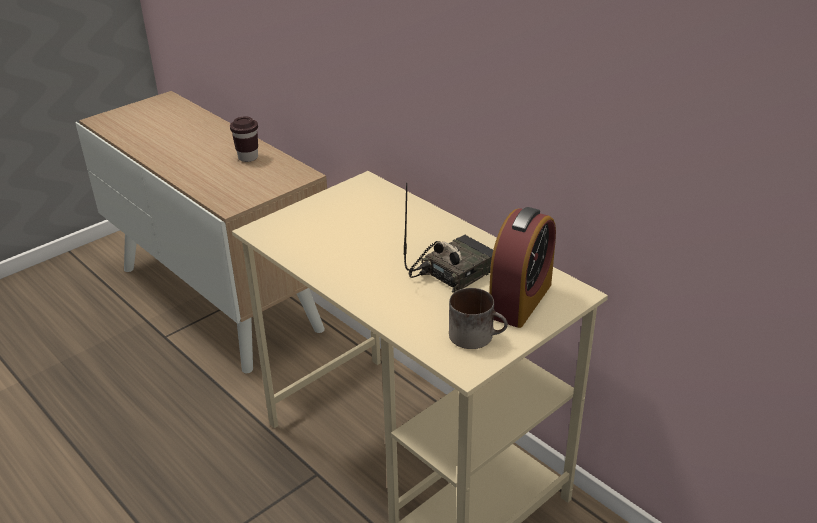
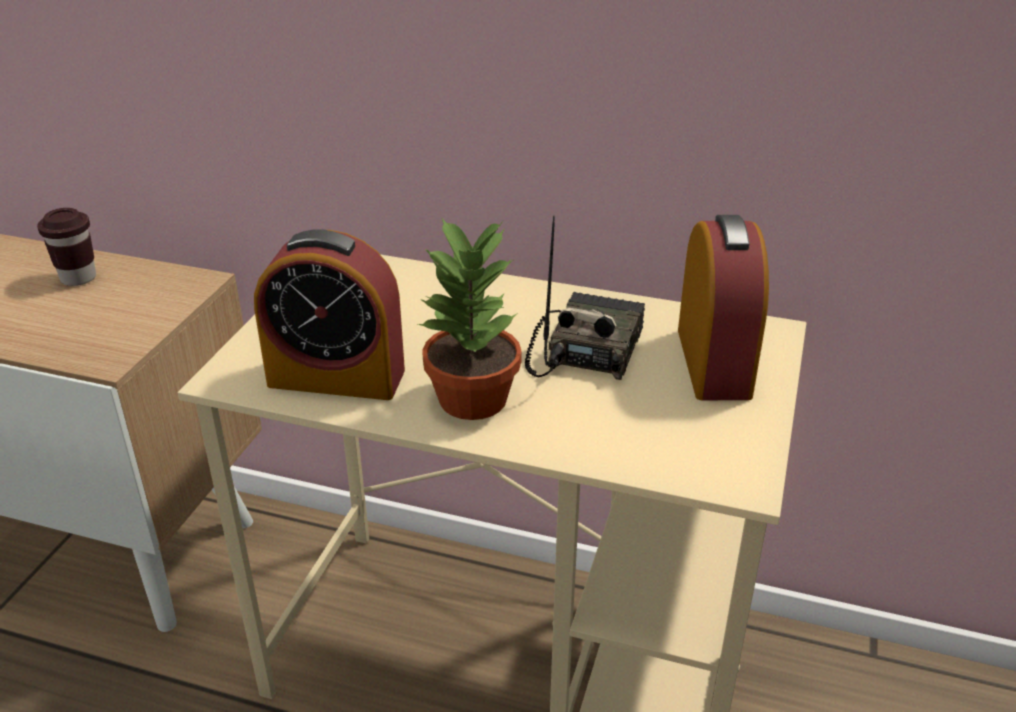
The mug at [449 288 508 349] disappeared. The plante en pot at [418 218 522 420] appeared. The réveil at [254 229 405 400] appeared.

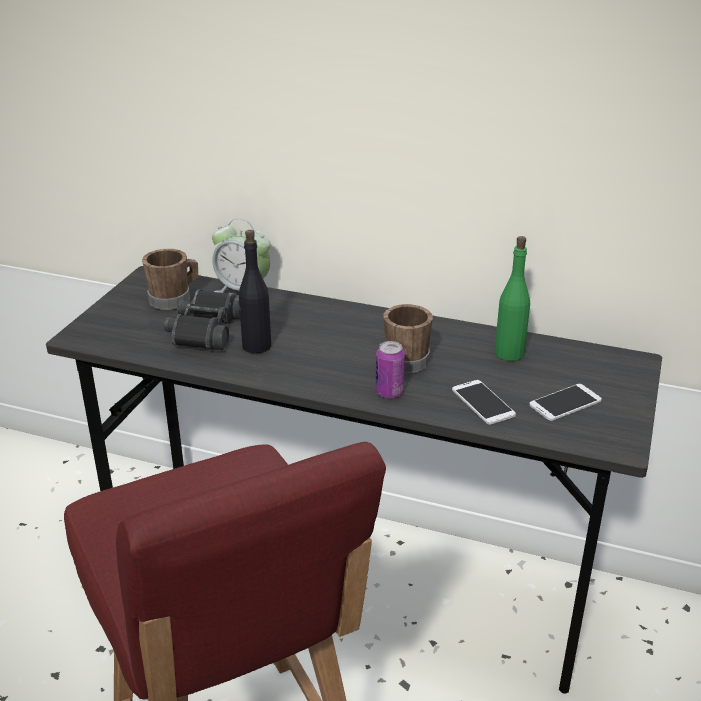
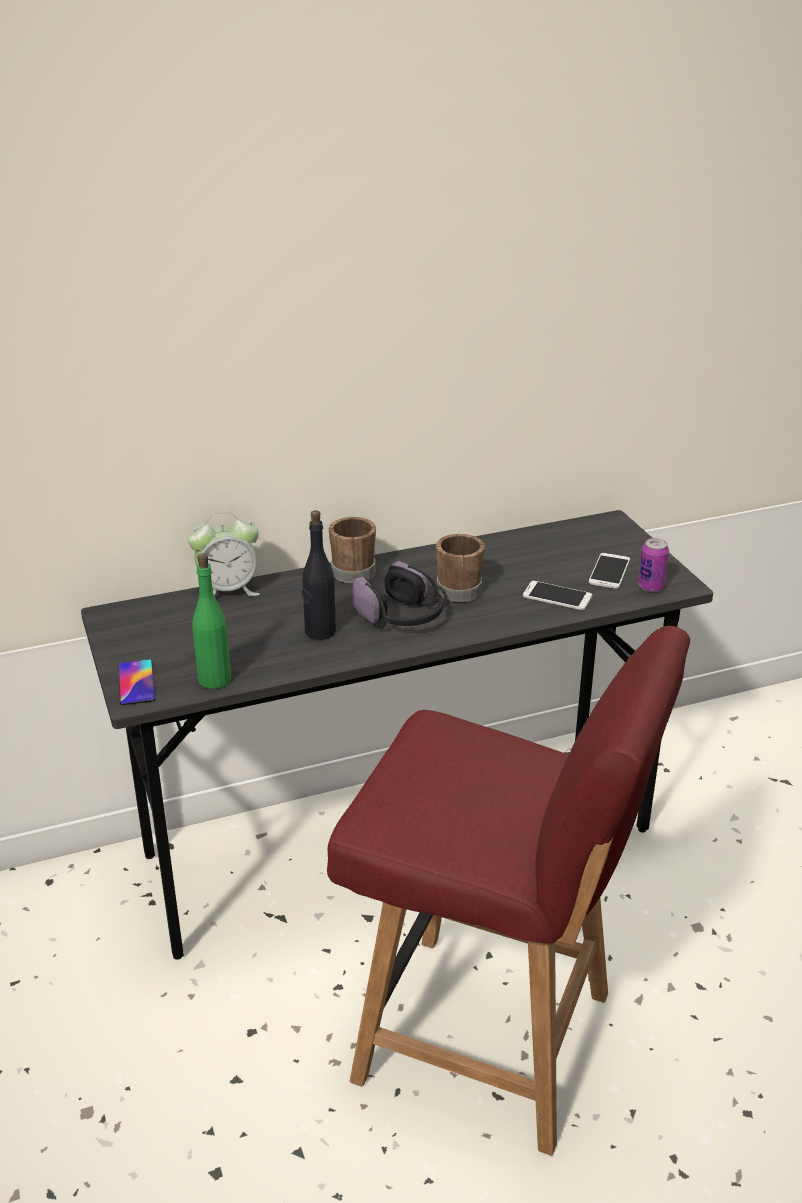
The bouteille [vert] moved from [495 236 530 361] to [192 553 231 689]. The mug [marron] moved from [142 249 198 310] to [329 517 376 583]. The jumelles [noir] at [164 289 240 350] disappeared. The boîte métallique moved from [375 341 405 398] to [638 538 669 592]. The casque audio at [351 561 443 629] appeared. The téléphone at [118 659 156 705] appeared.

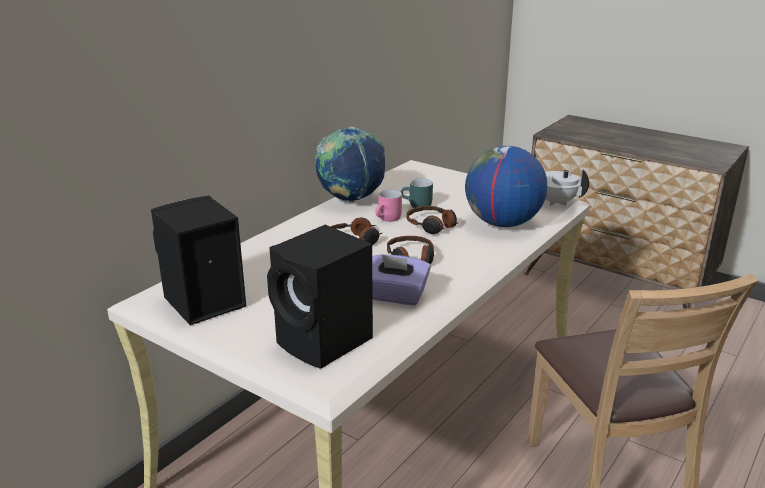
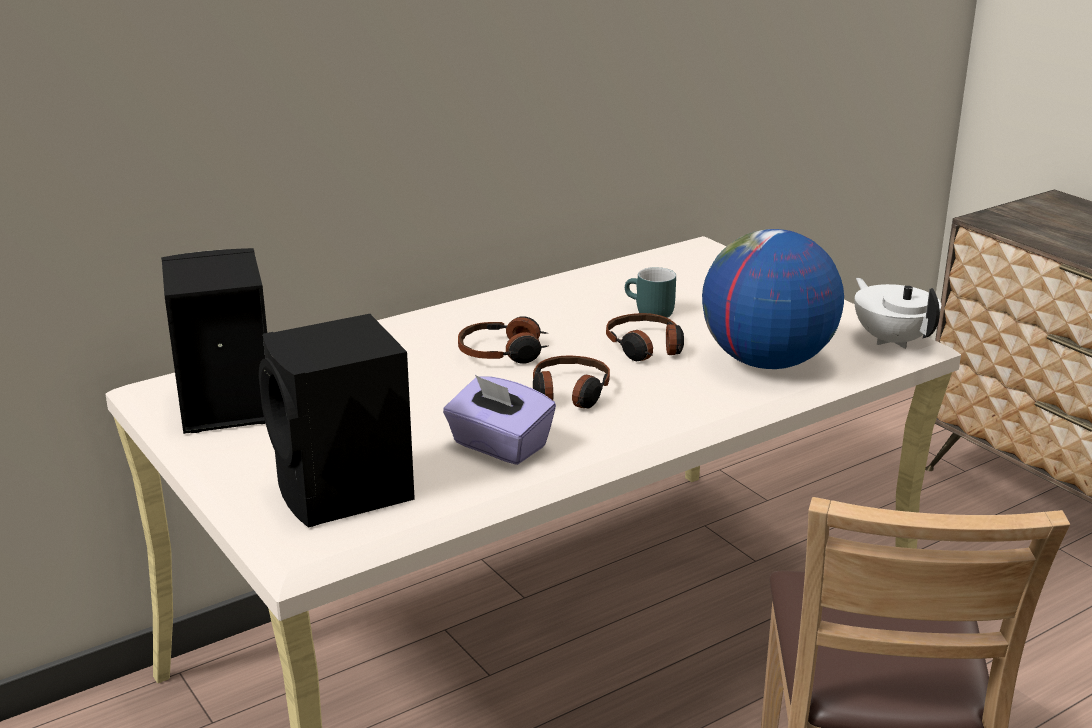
The globe at [315 126 385 202] disappeared. The mug [rose] at [375 189 402 222] disappeared.

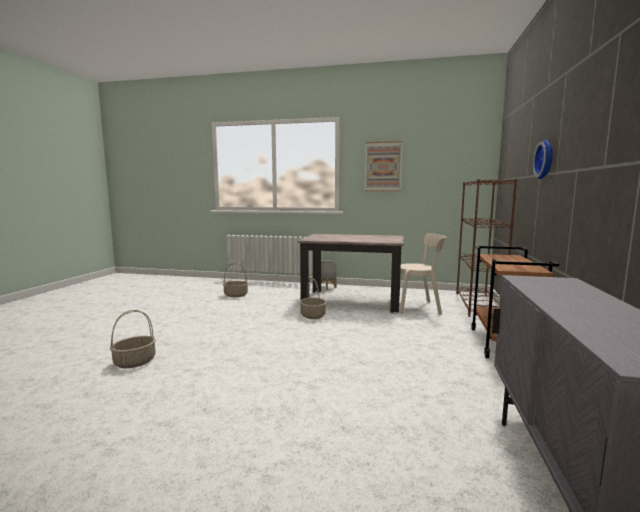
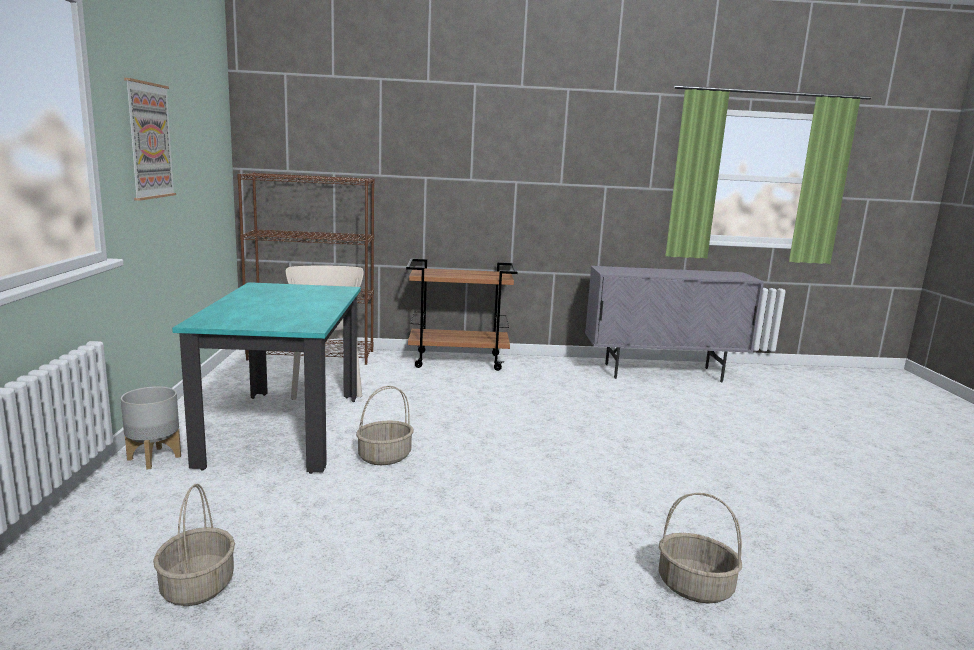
The horloge murale at [533 140 553 179] disappeared. The table à manger [beige] at [298 234 404 313] became the table à manger [turquoise] at [172 282 361 474].

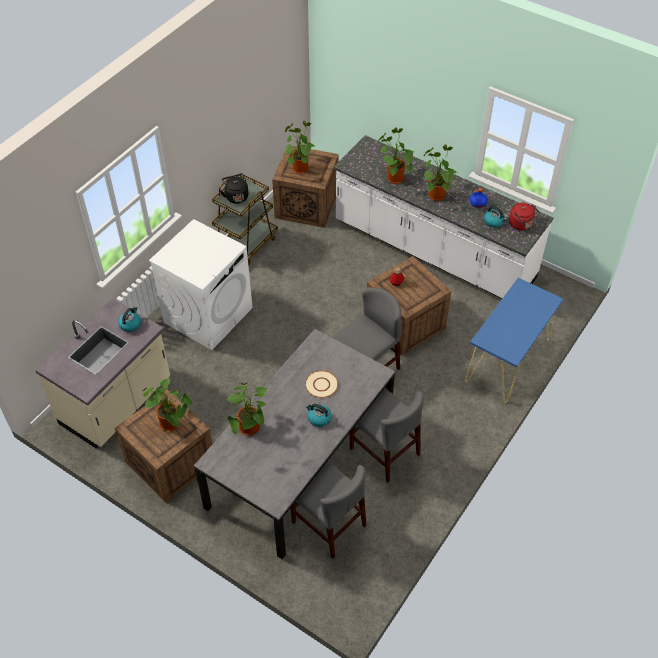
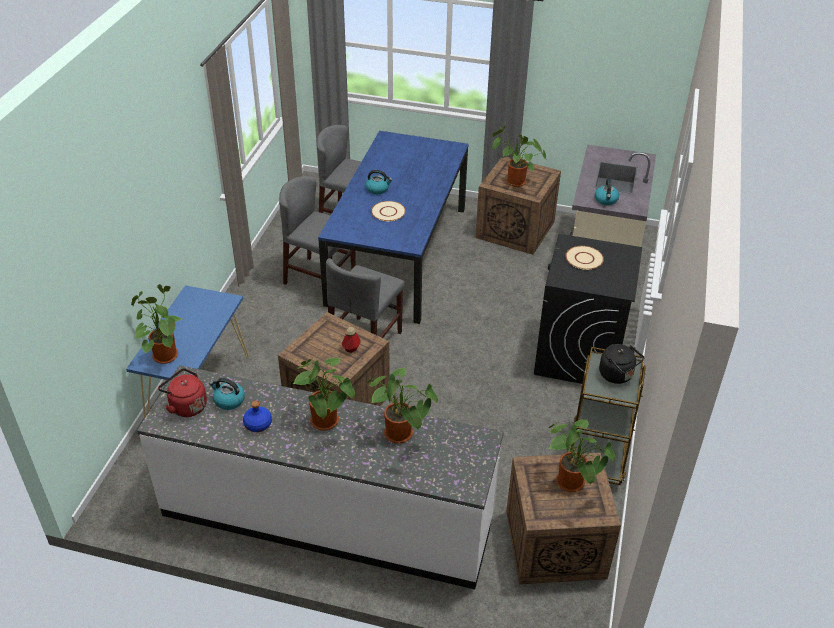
The lave-linge [blanc] at [149 219 253 350] became the lave-linge [noir] at [534 234 642 384]. The table à manger [gris] at [194 329 395 559] became the table à manger [bleu] at [318 131 469 324]. The plante en pot moved from [227 383 269 436] to [131 284 181 364]. The assiette [beige] at [565 246 604 270] appeared.

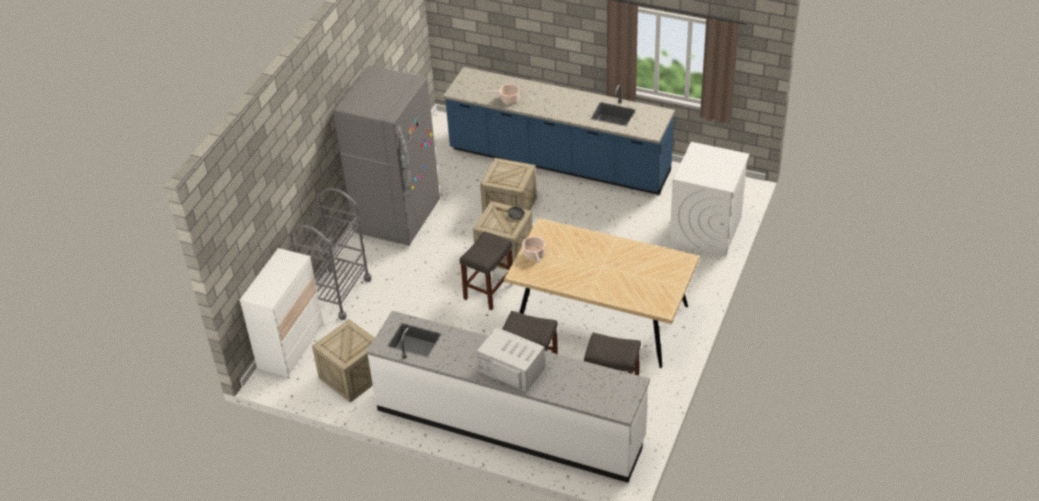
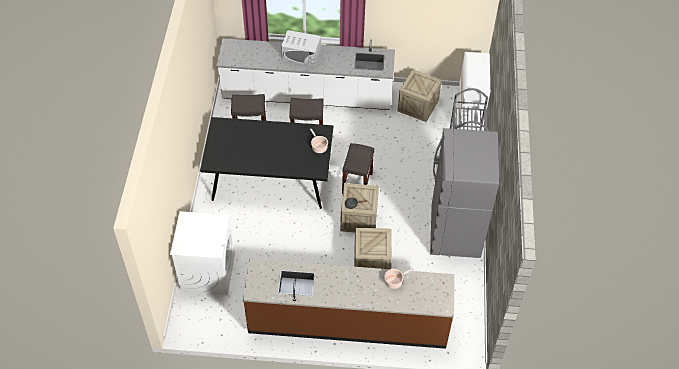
The comptoir de cuisine [bleu] at [443 67 675 195] became the comptoir de cuisine [marron] at [243 259 454 349]. The table à manger [beige] at [504 218 700 368] became the table à manger [noir] at [200 117 333 209].

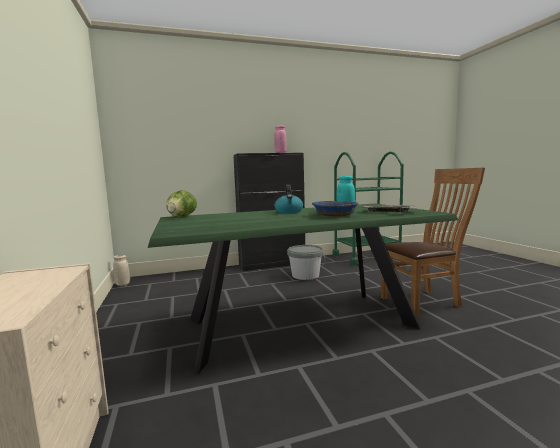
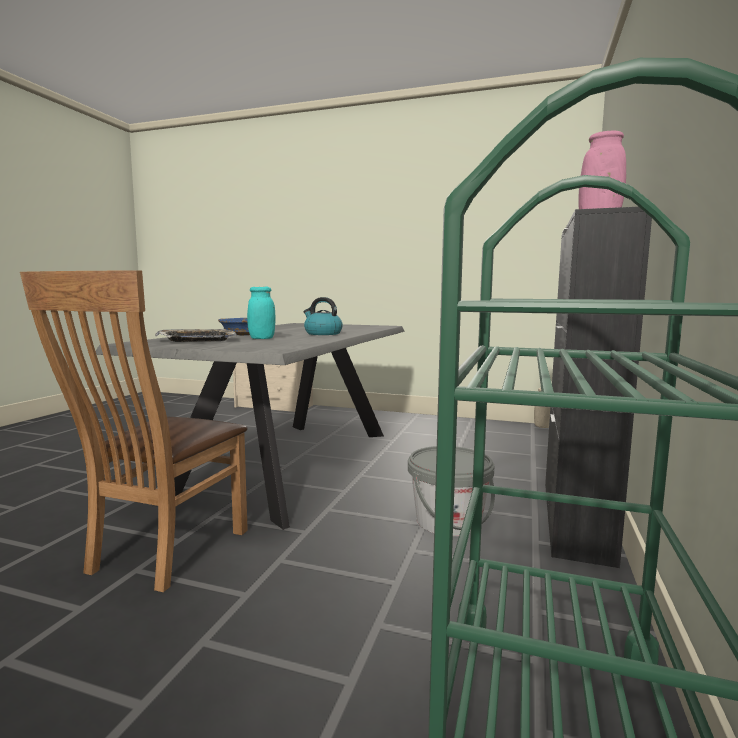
The laitue at [166 190 197 217] disappeared. The table à manger [vert] at [148 203 458 374] became the table à manger [gris] at [96 323 405 530].

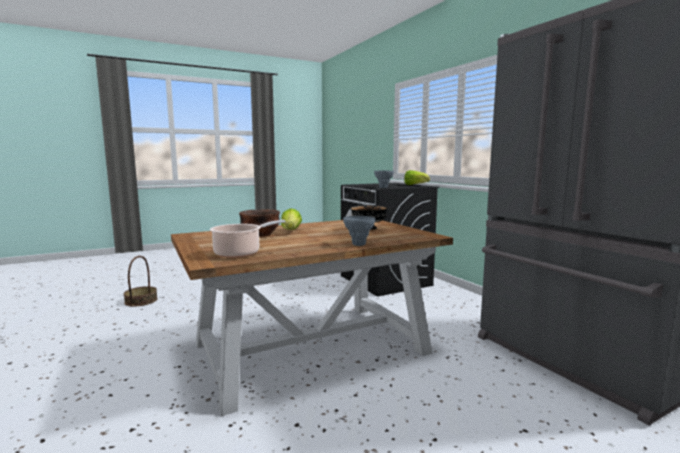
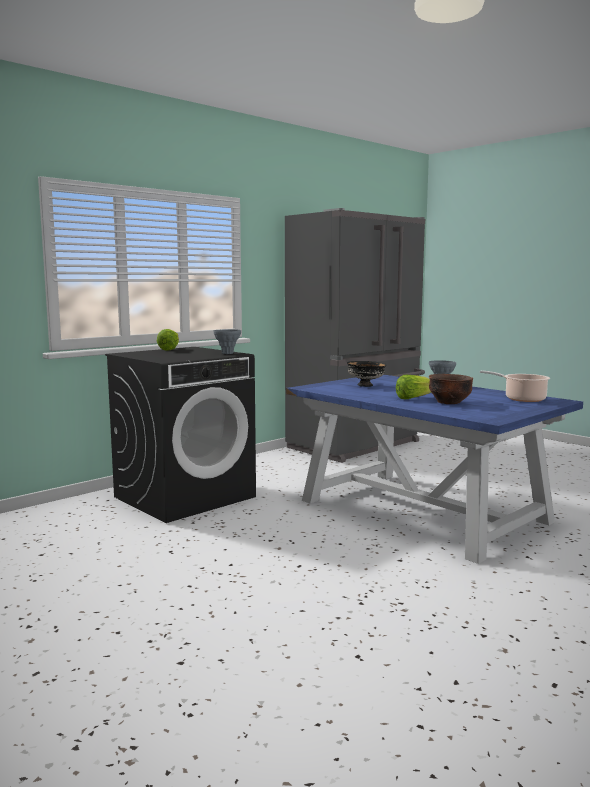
The table à manger [marron] at [171 220 453 416] became the table à manger [bleu] at [286 375 583 564]. The panier at [124 256 158 307] disappeared.

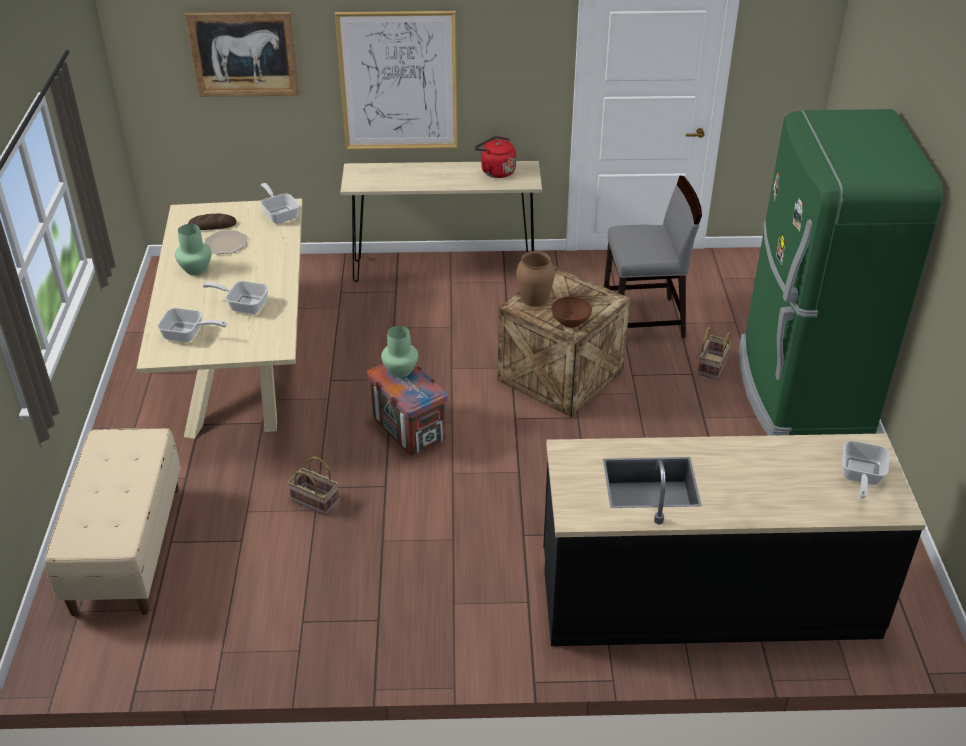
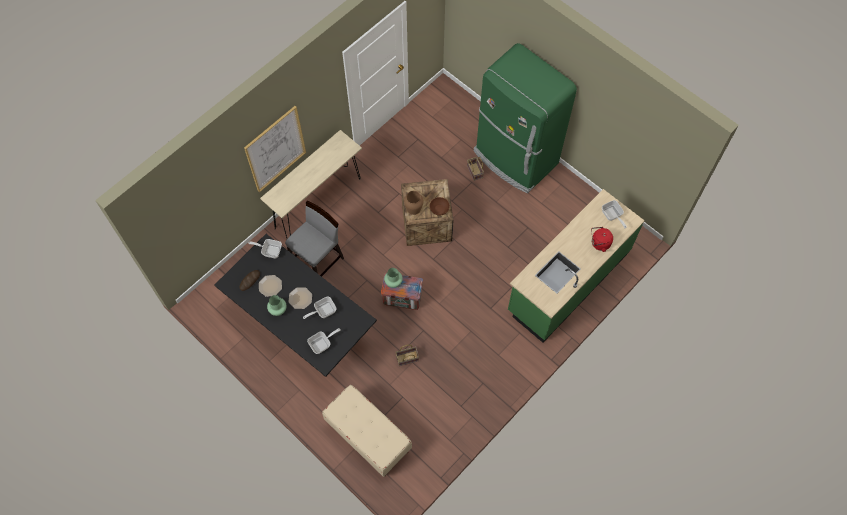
The tableau at [185 12 299 97] disappeared. The bouilloire [rouge] moved from [474 136 516 178] to [591 227 613 252]. The chaise [gris] moved from [604 176 702 338] to [285 201 344 277]. The table à manger [beige] at [136 198 303 439] became the table à manger [noir] at [214 234 377 377]. The comptoir de cuisine [noir] at [543 433 926 646] became the comptoir de cuisine [vert] at [508 189 645 342]. The assiette at [289 287 312 309] appeared.

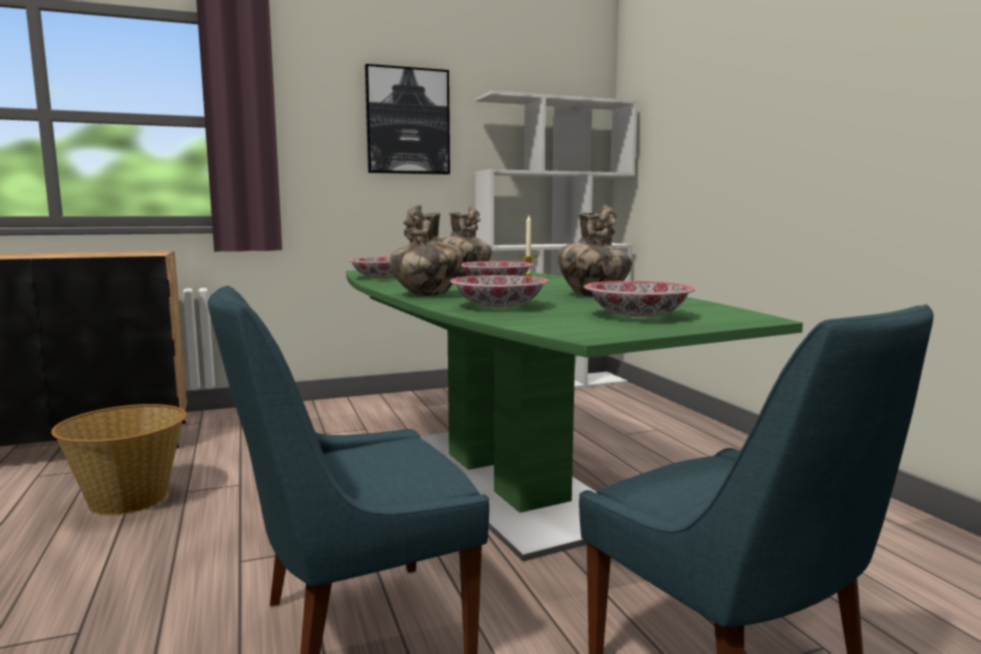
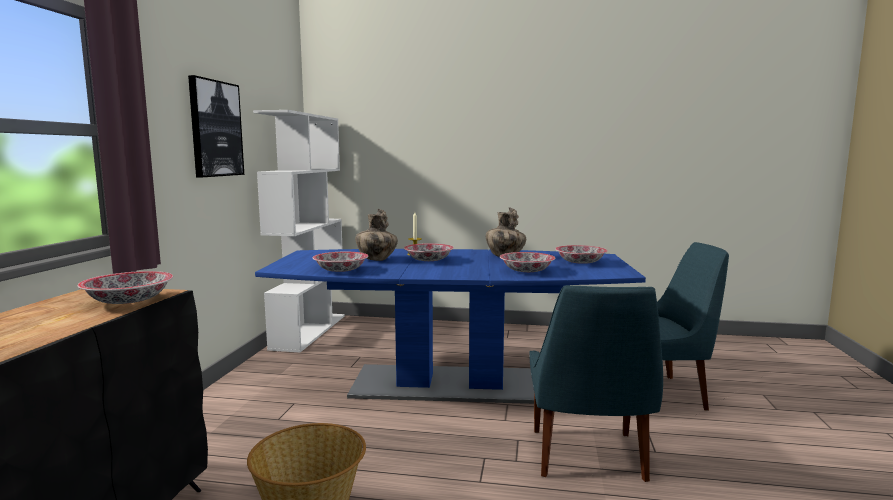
The vase at [389 205 463 296] disappeared. The table à manger [vert] at [346 270 803 561] became the table à manger [bleu] at [255 249 646 404]. The bol at [78 271 173 304] appeared.

